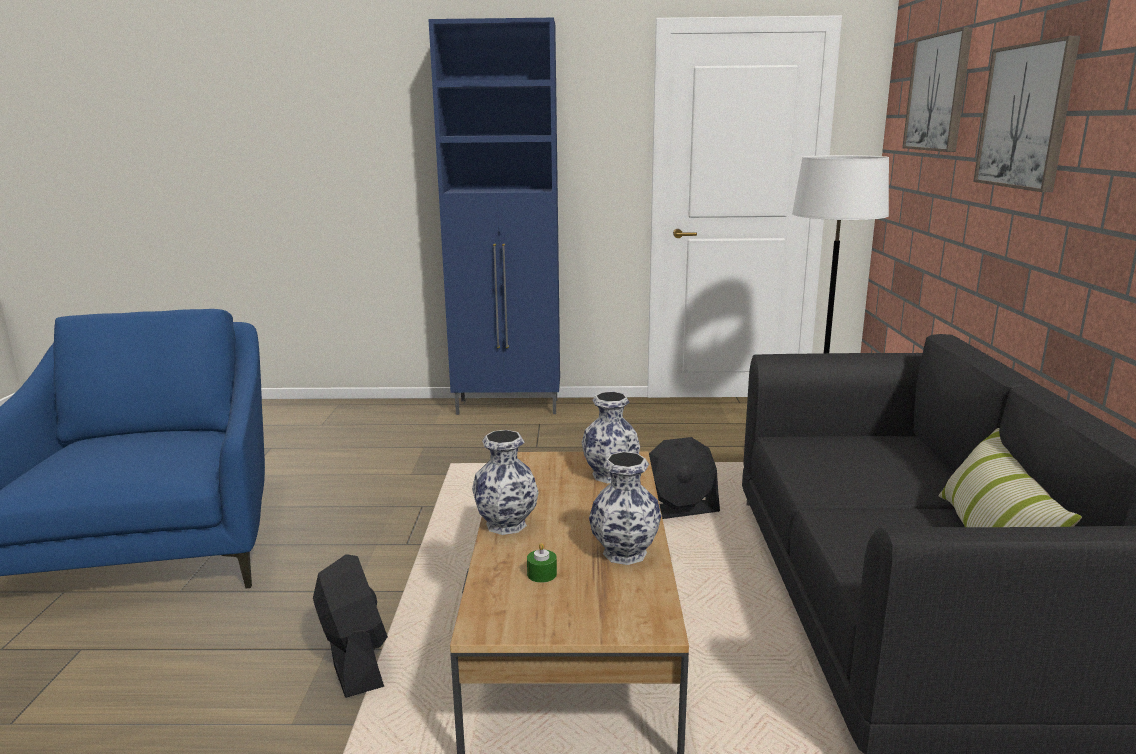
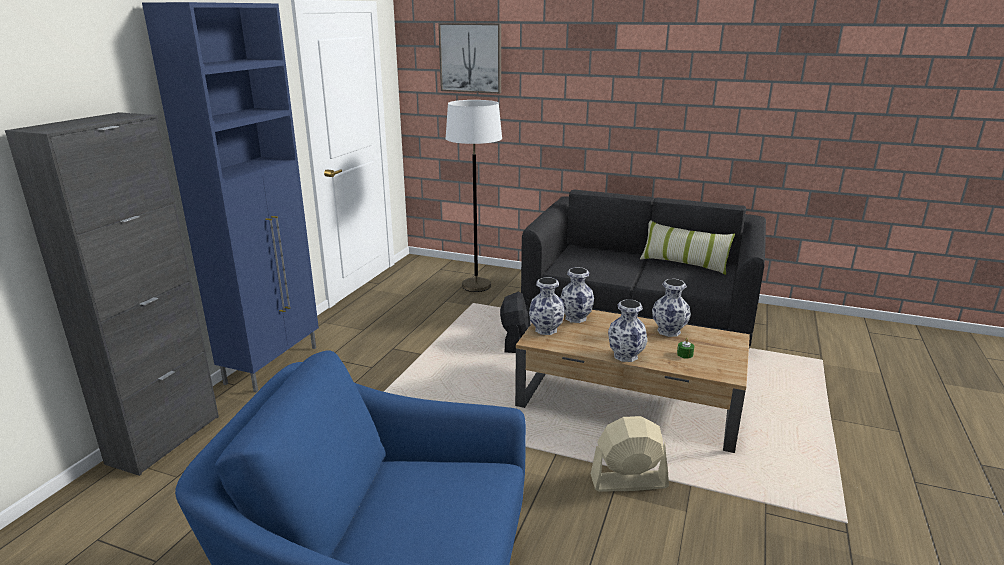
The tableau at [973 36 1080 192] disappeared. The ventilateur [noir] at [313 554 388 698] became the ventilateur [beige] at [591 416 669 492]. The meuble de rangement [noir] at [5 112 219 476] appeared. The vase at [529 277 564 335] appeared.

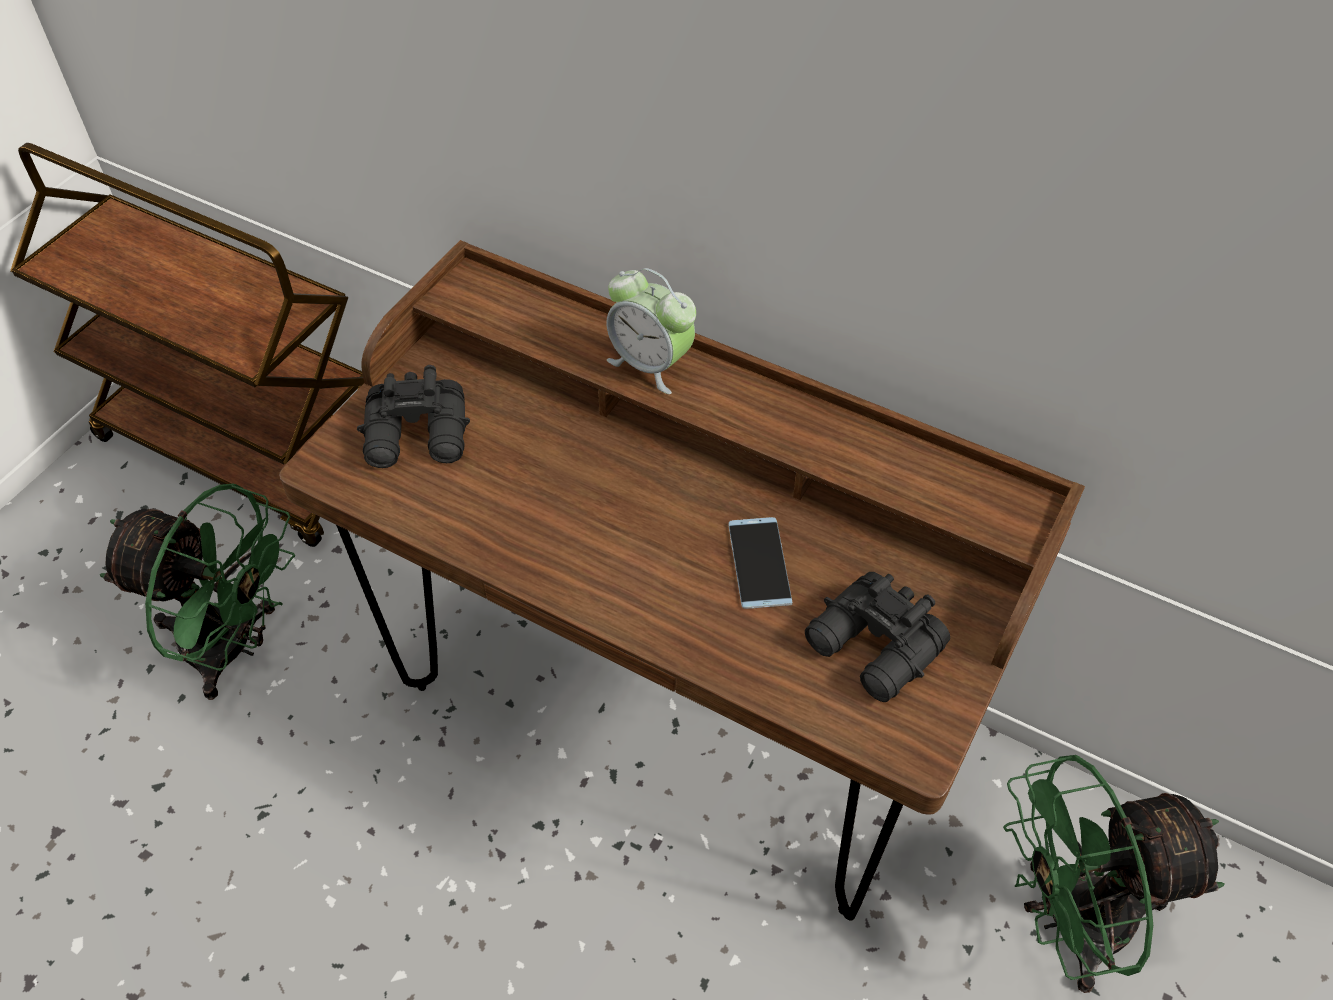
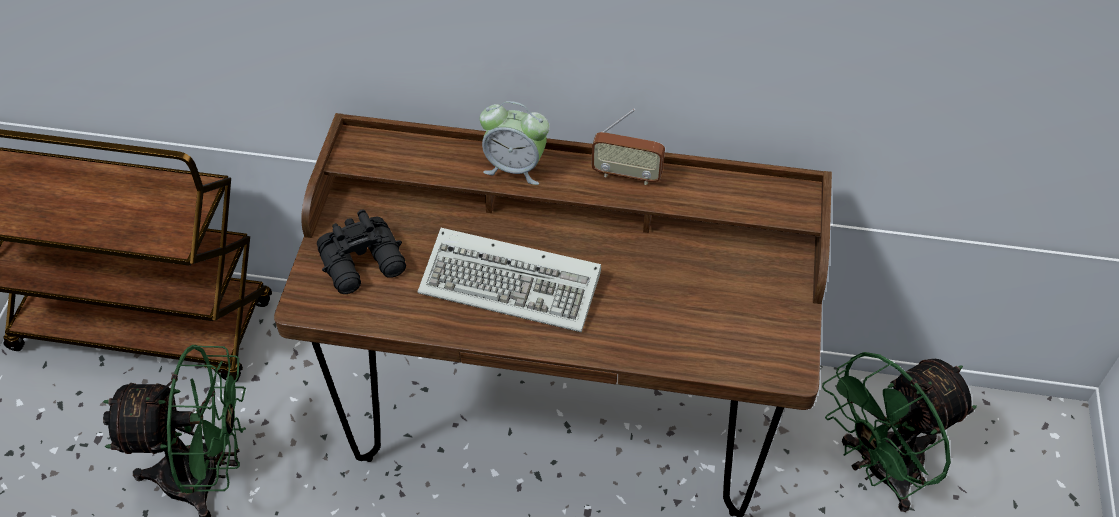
The téléphone at [729 517 793 609] disappeared. The jumelles [noir] at [805 572 950 702] disappeared. The radio at [591 109 665 185] appeared. The clavier at [418 228 601 332] appeared.

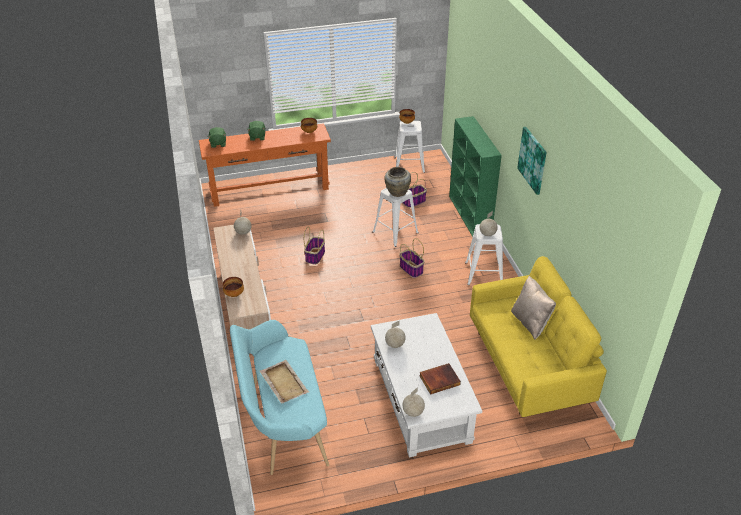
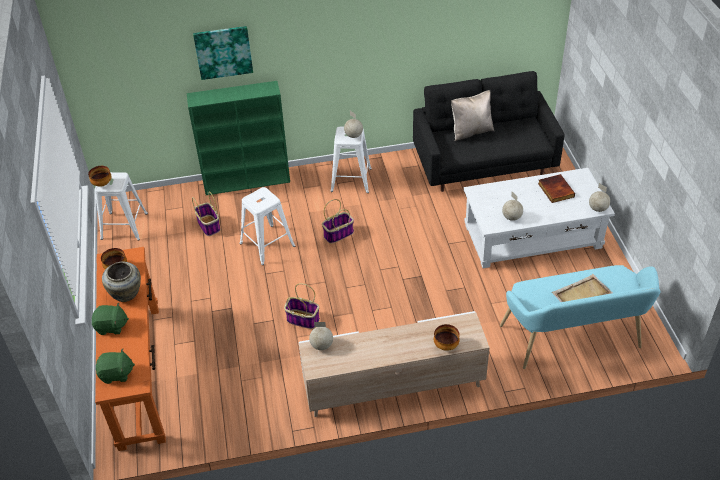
The tableau moved from [517 127 547 195] to [193 26 253 80]. The vase [beige] moved from [384 167 411 197] to [102 262 141 302]. The canapé [jaune] at [470 256 607 417] became the canapé [noir] at [413 71 565 192].

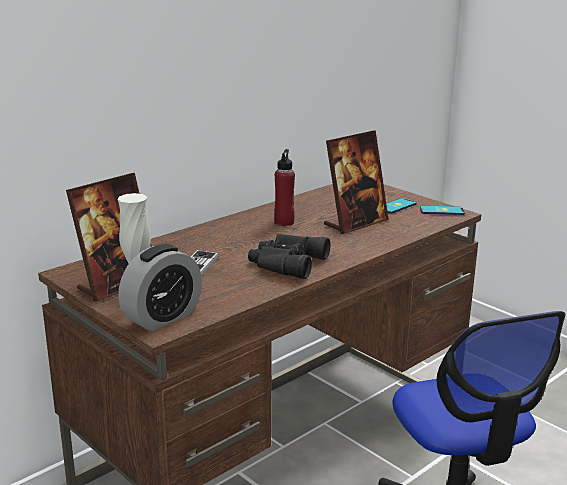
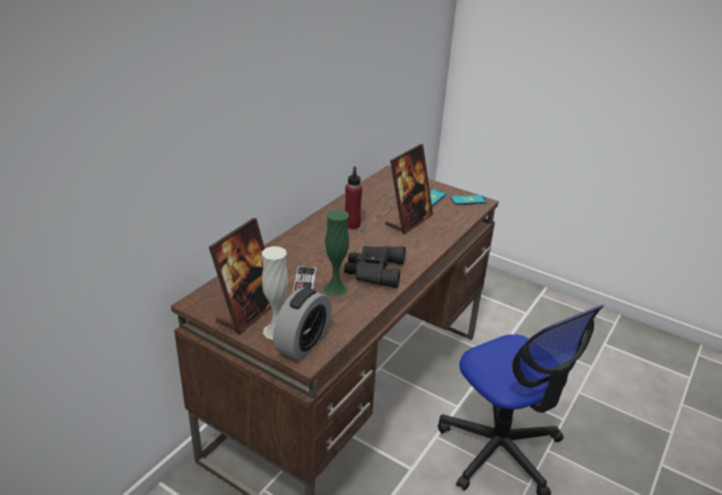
The vase [vert] at [324 210 349 297] appeared.

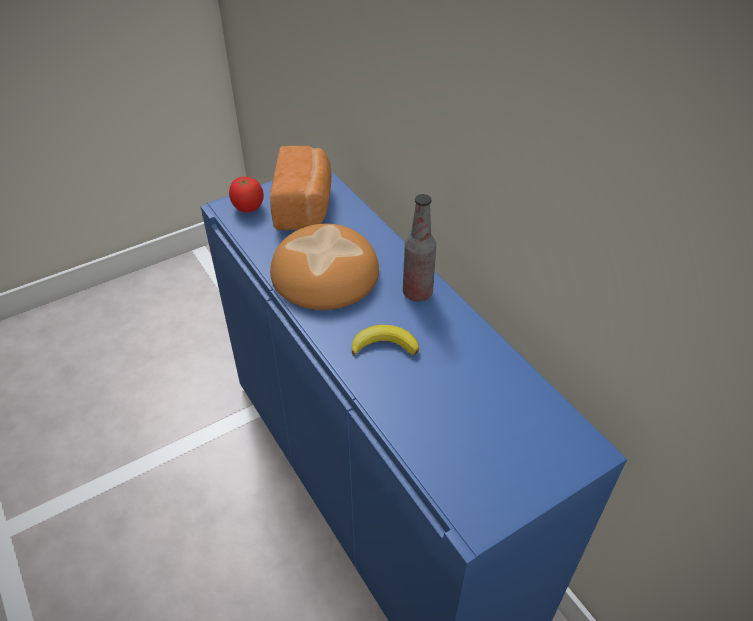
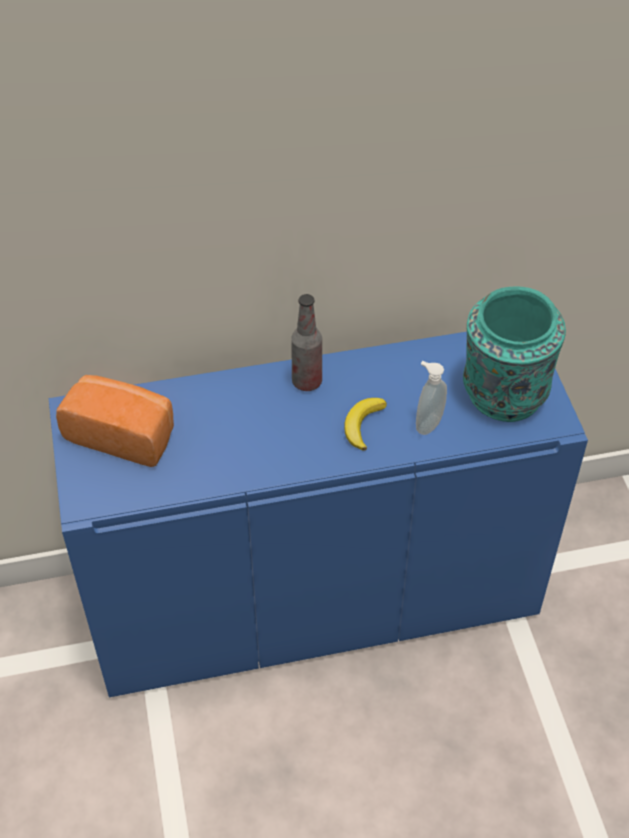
The tomate at [229 177 264 212] disappeared. The pain at [270 223 379 310] disappeared. The vase [turquoise] at [463 287 566 422] appeared. The distributeur de savon at [416 361 447 435] appeared.

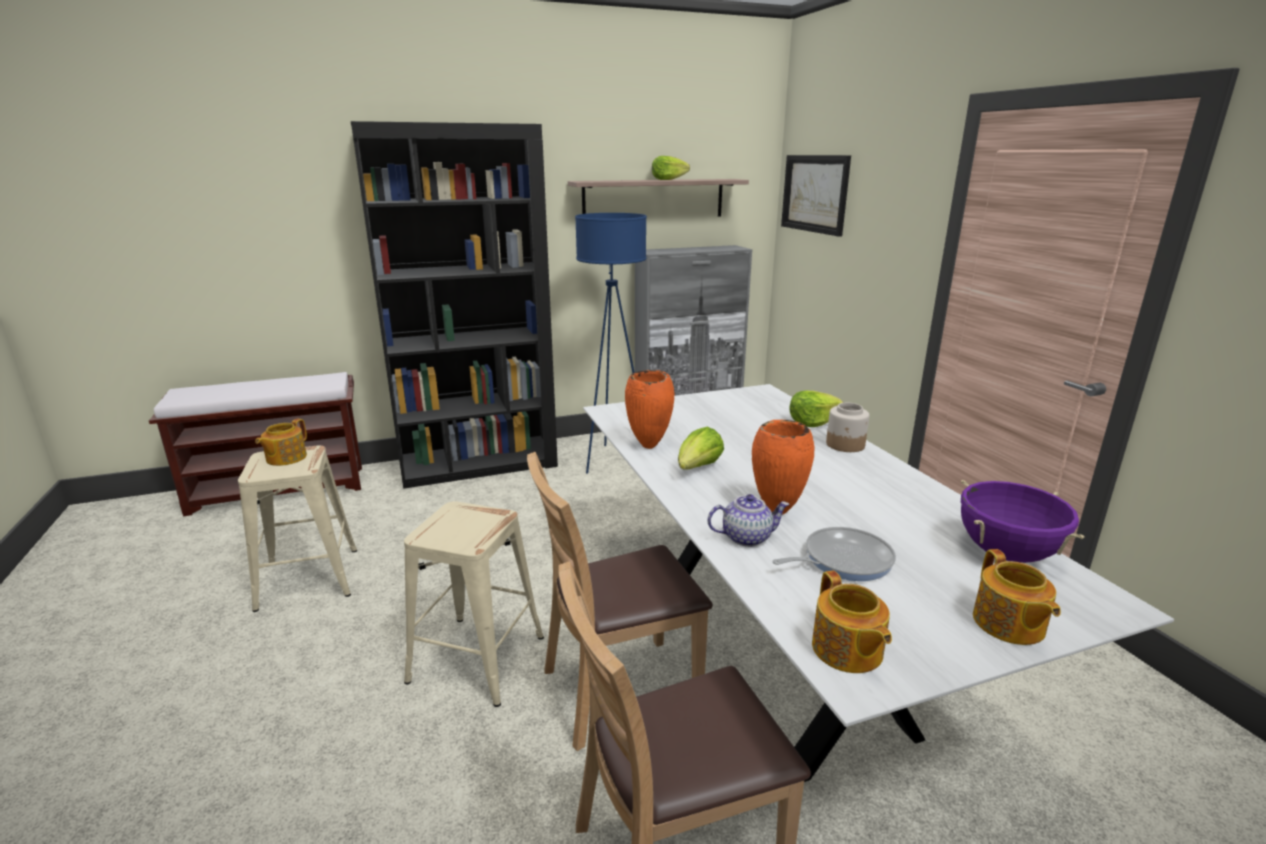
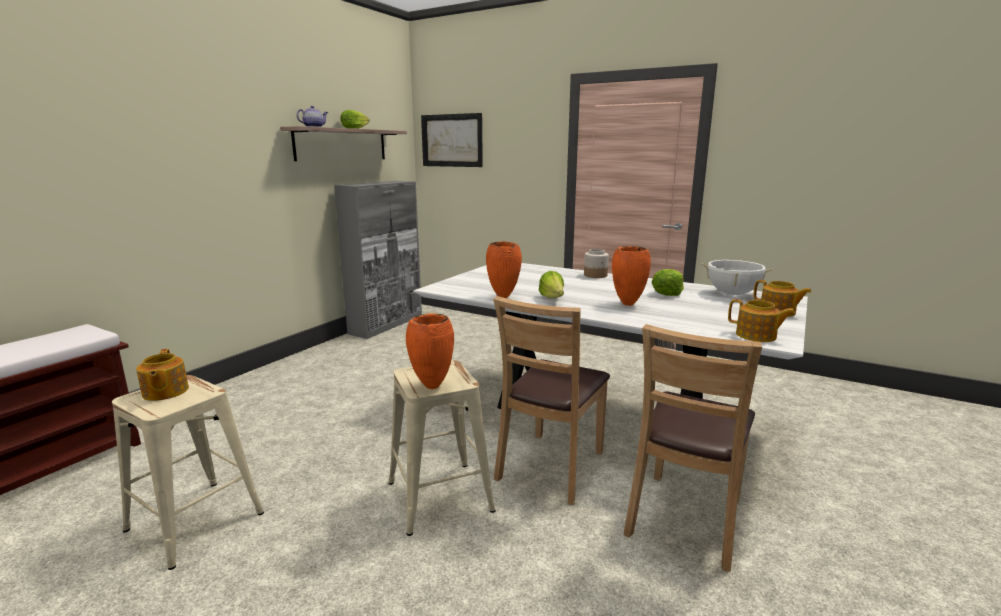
The bibliothèque [noir] at [351 121 558 489] disappeared. The lampadaire [bleu] at [575 213 647 474] disappeared. The laitue moved from [790 391 843 427] to [652 269 684 296]. The marmite [violet] at [961 480 1085 563] became the marmite [blanc] at [701 260 773 295]. The théière moved from [708 494 790 547] to [297 106 328 127]. The poêle at [772 527 896 581] disappeared. The vase [orange] at [406 313 454 389] appeared.

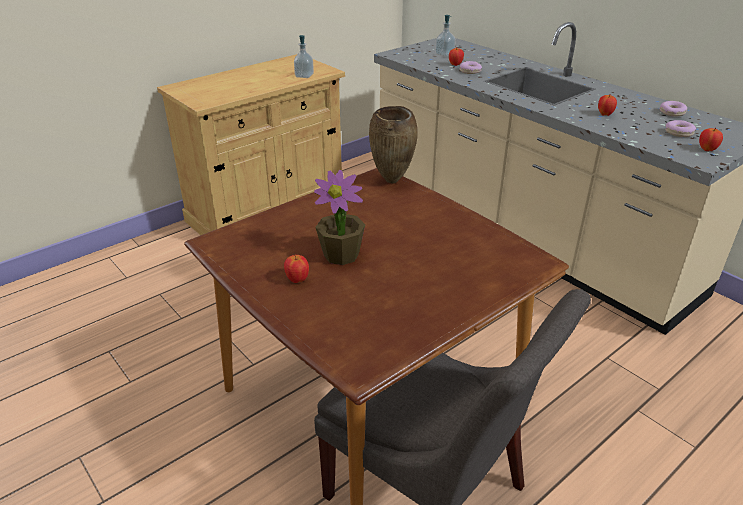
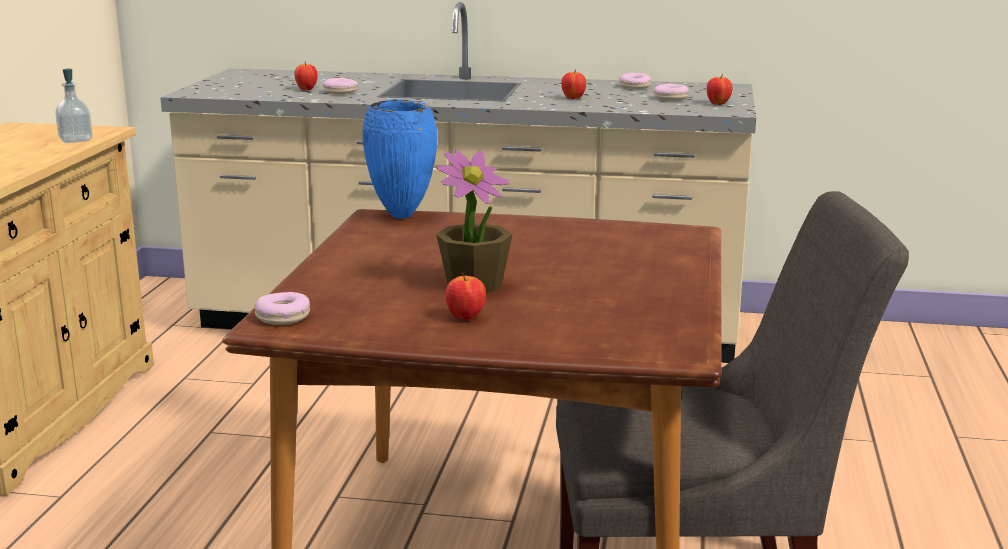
The distributeur de savon at [435 15 456 57] disappeared. The vase [marron] at [369 106 418 184] became the vase [bleu] at [362 99 437 218]. The beignet at [254 292 310 325] appeared.

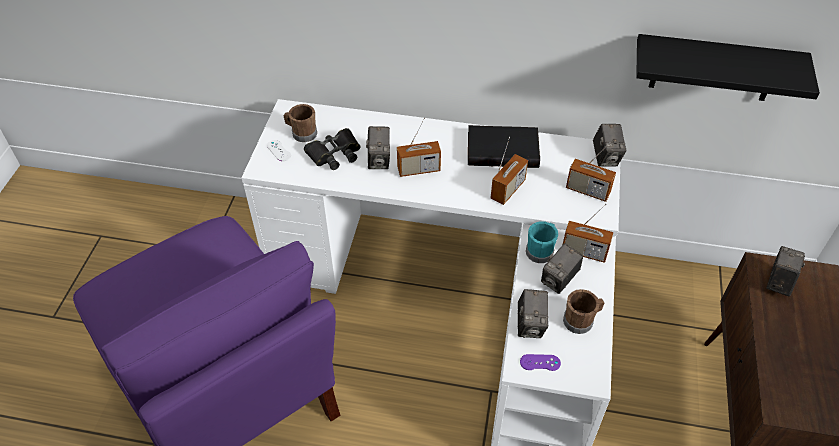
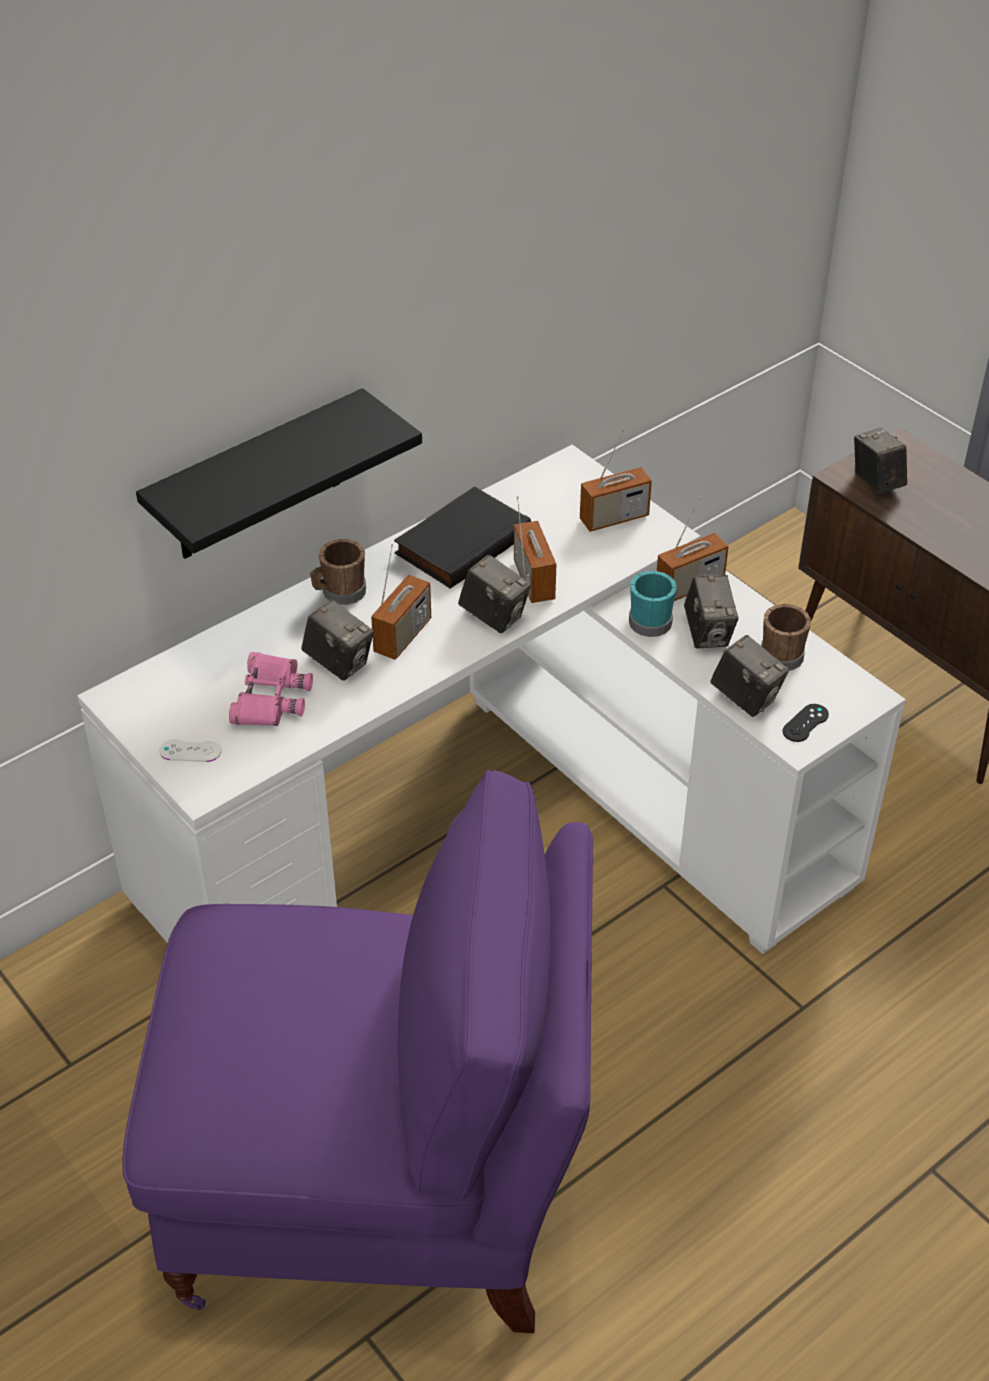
The étagère [noir] moved from [636 34 820 101] to [136 388 422 559]. The mug [marron] moved from [284 104 317 142] to [310 539 366 605]. The appareil photo moved from [593 124 627 166] to [458 555 531 633]. The jumelles [noir] at [304 128 361 170] became the jumelles [rose] at [229 652 313 726]. The manette [violet] at [520 354 561 371] became the manette [noir] at [782 704 829 742].

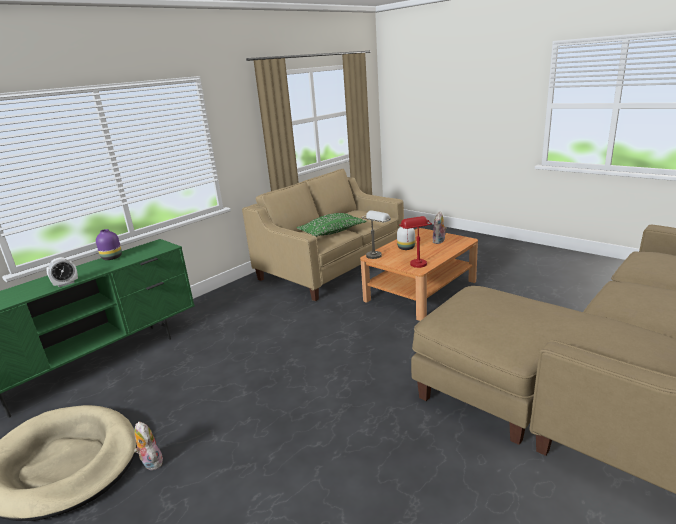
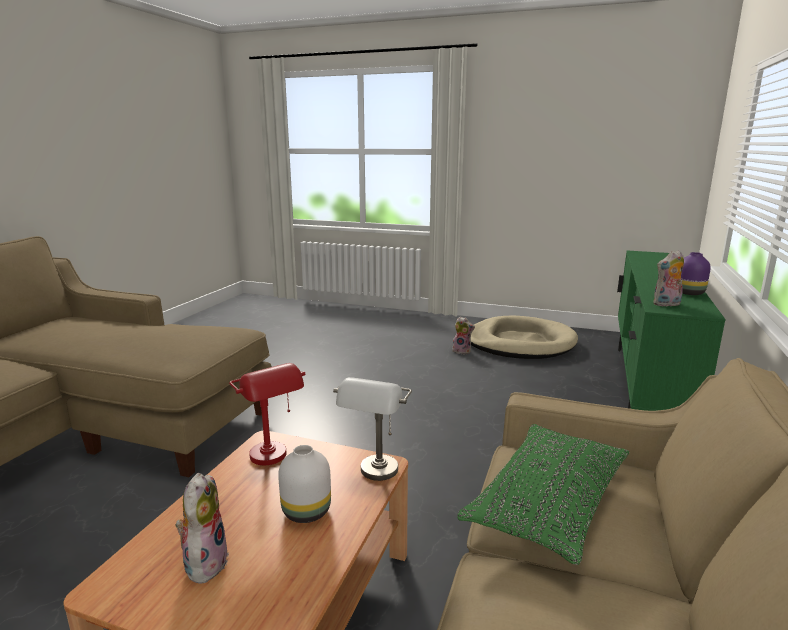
The réveil at [47 257 78 287] disappeared. The peluche at [653 250 684 307] appeared.

